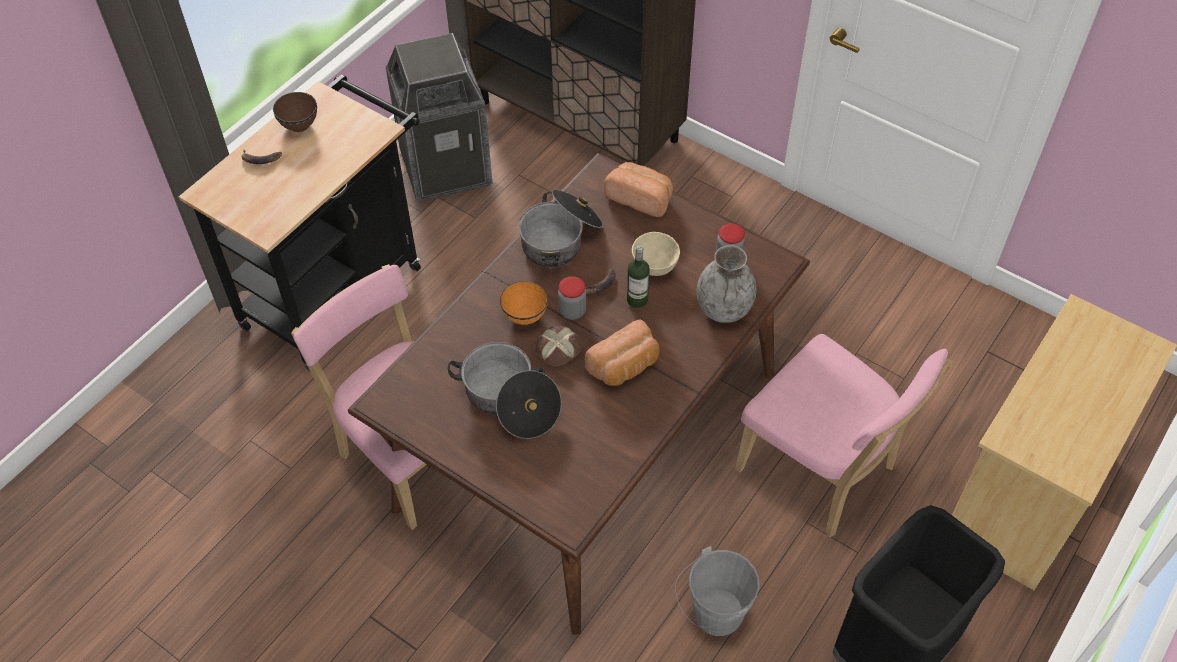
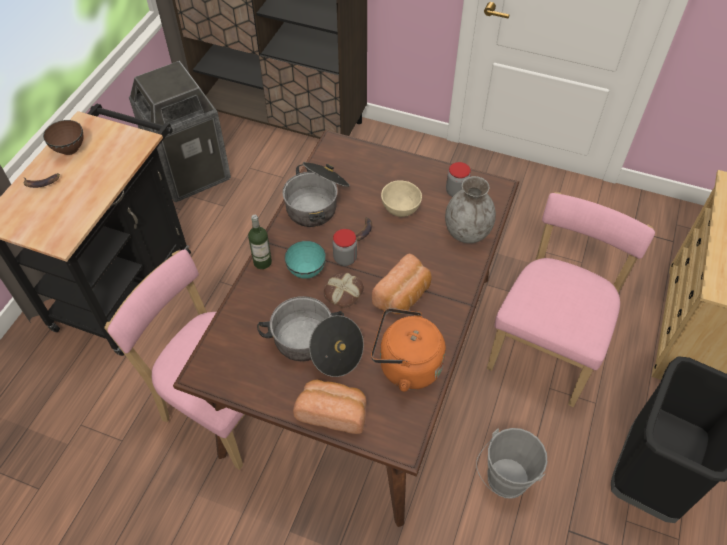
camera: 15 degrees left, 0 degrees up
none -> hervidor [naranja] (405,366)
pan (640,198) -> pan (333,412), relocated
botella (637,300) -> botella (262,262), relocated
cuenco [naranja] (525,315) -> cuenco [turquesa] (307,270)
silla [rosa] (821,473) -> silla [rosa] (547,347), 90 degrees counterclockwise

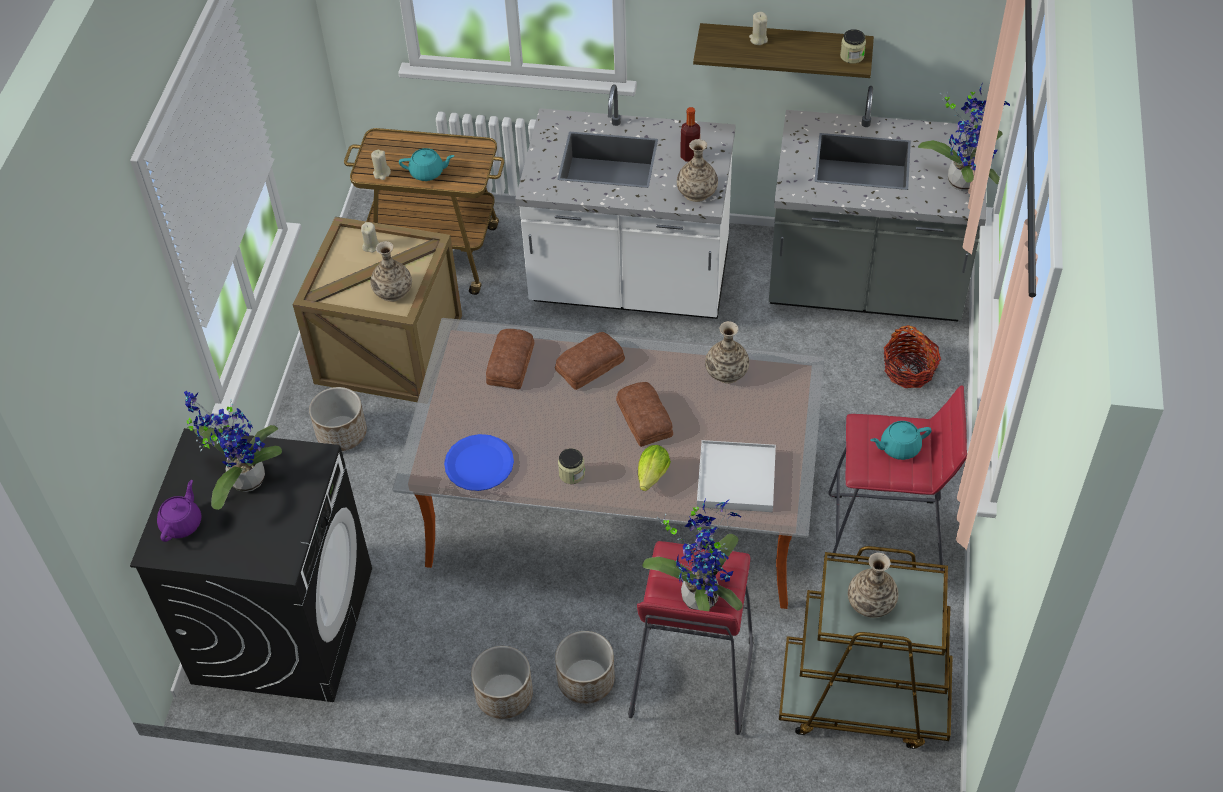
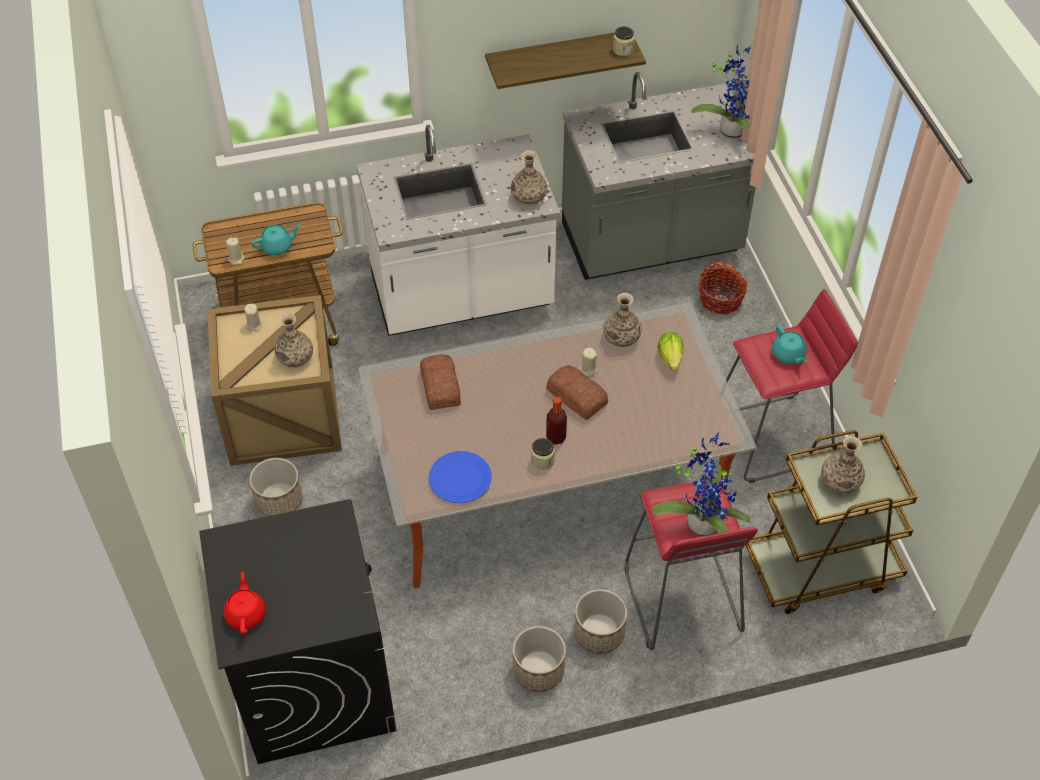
camera: 25 degrees left, 0 degrees up
planta en maceta (243,478) -> none
pan (588,365) -> none
bandeja [blanco] (736,479) -> none
lechuga (651,478) -> lechuga (670,361), relocated
botella (690,156) -> botella (556,437), relocated
vela [beis] (758,39) -> vela [beis] (588,370), relocated
tetera [morado] (182,523) -> tetera [rojo] (246,614)
tetera [turquesa] (899,447) -> tetera [turquesa] (788,355), 75 degrees counterclockwise

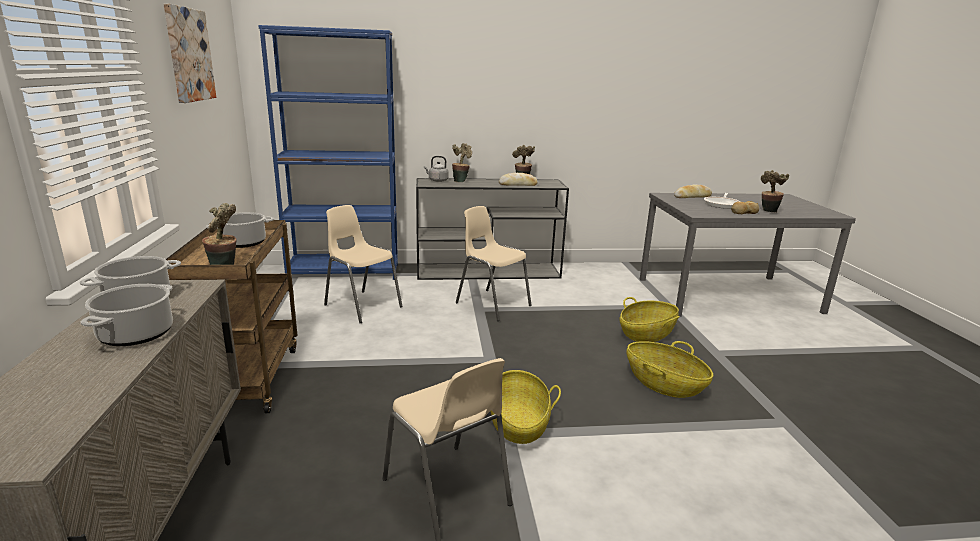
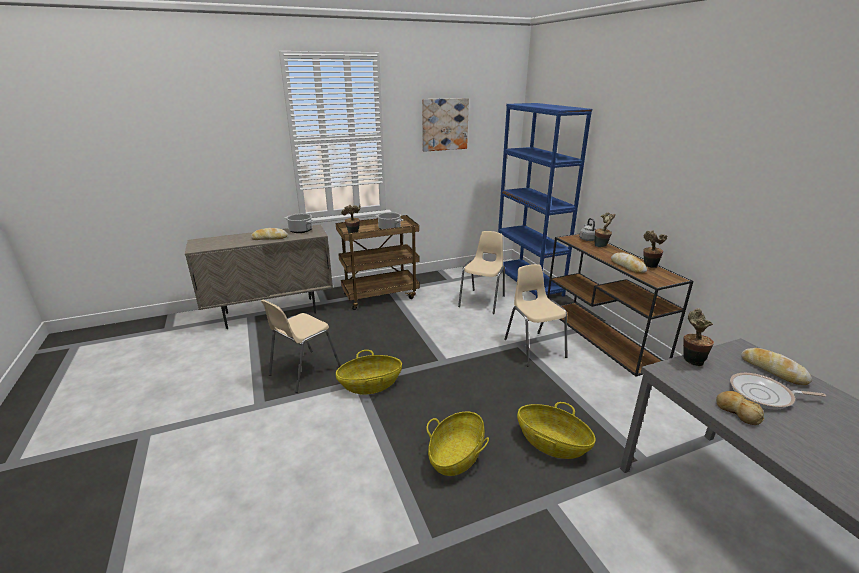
camera: 75 degrees right, 5 degrees up
planta en maceta (768,211) -> planta en maceta (690,360), relocated
olla (136,334) -> pan (269,238)
mesa consola [gris] (489,271) -> mesa consola [marrón] (602,335)
silla [beis] (492,304) -> silla [beis] (534,348), 45 degrees counterclockwise

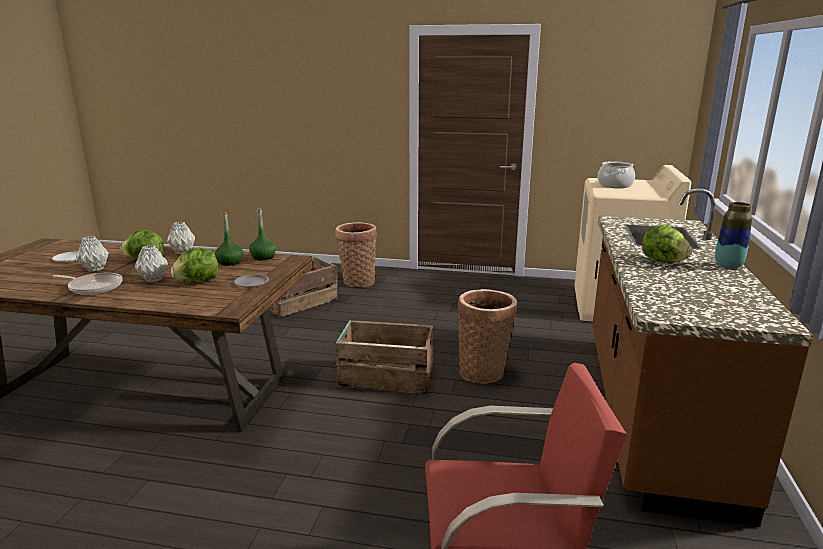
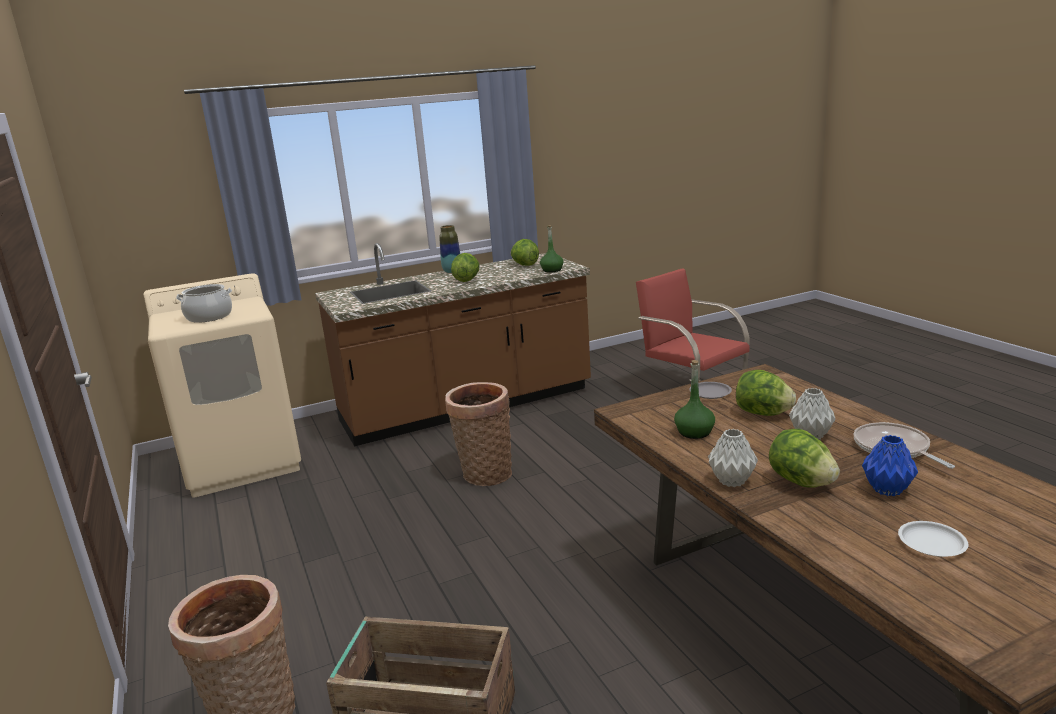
camera: 125 degrees left, 0 degrees up
caja de embalaje (385,377) -> none
none -> lechuga (525,265)
botella [verde] (263,257) -> botella [verde] (552,270), relocated
florero [gris] (94,269) -> florero [azul] (888,490)

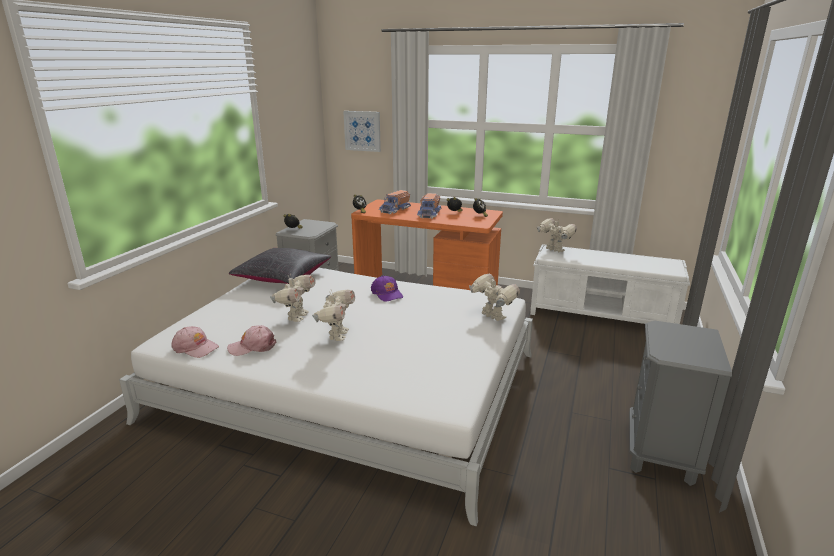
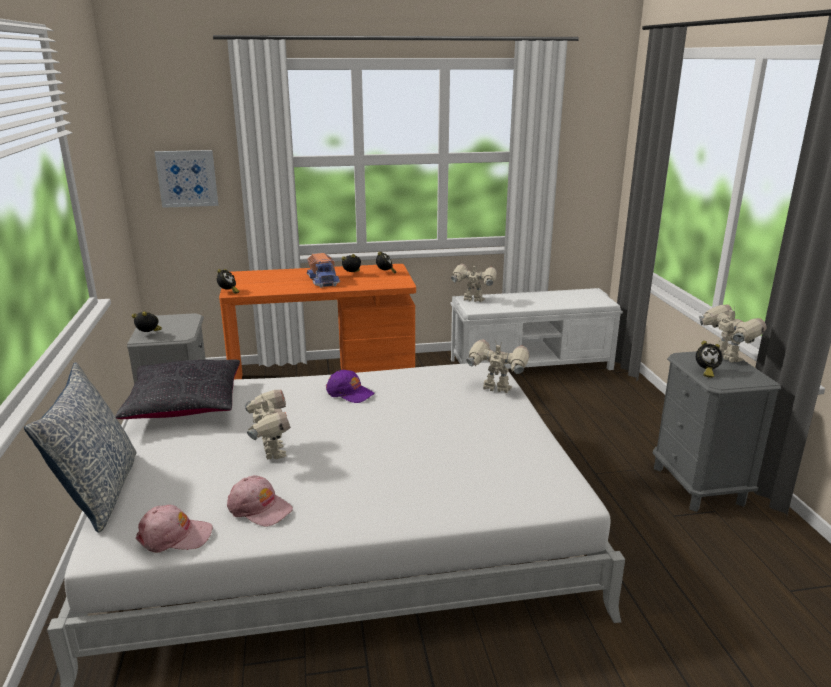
camera: 30 degrees left, 0 degrees up
camión de juguete (395,210) -> none
none -> cojín (99,492)
none -> despertador (705,372)
robot de juguete (337,335) -> robot de juguete (724,358), relocated
gorra [rosa] (252,346) -> gorra [rosa] (259,508), 105 degrees counterclockwise

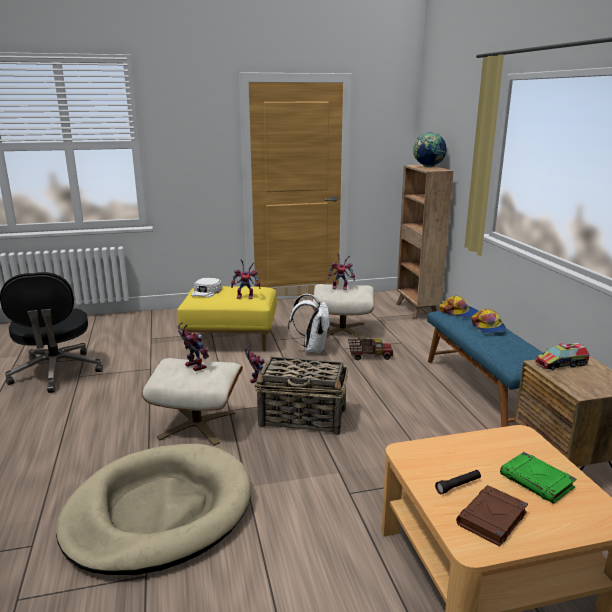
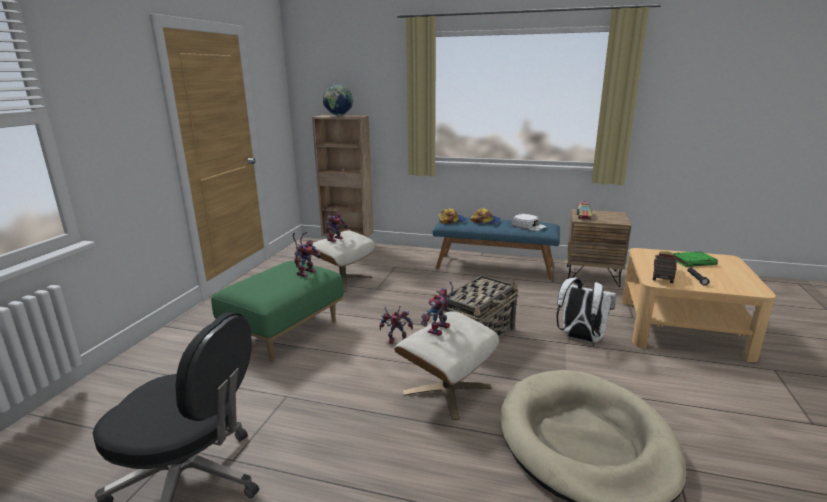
camera: 60 degrees left, 0 degrees up
libro [marrón] (491,519) -> none
gorra [blanco] (206,291) -> gorra [blanco] (529,226), relocated
mochila [blanco] (312,349) -> mochila [blanco] (580,338), relocated
camión de juguete (369,356) -> camión de juguete (662,275), relocated
puf [amarillo] (231,340) -> puf [verde] (284,332)
robot de juguete (193,366) -> robot de juguete (439,331), 45 degrees counterclockwise

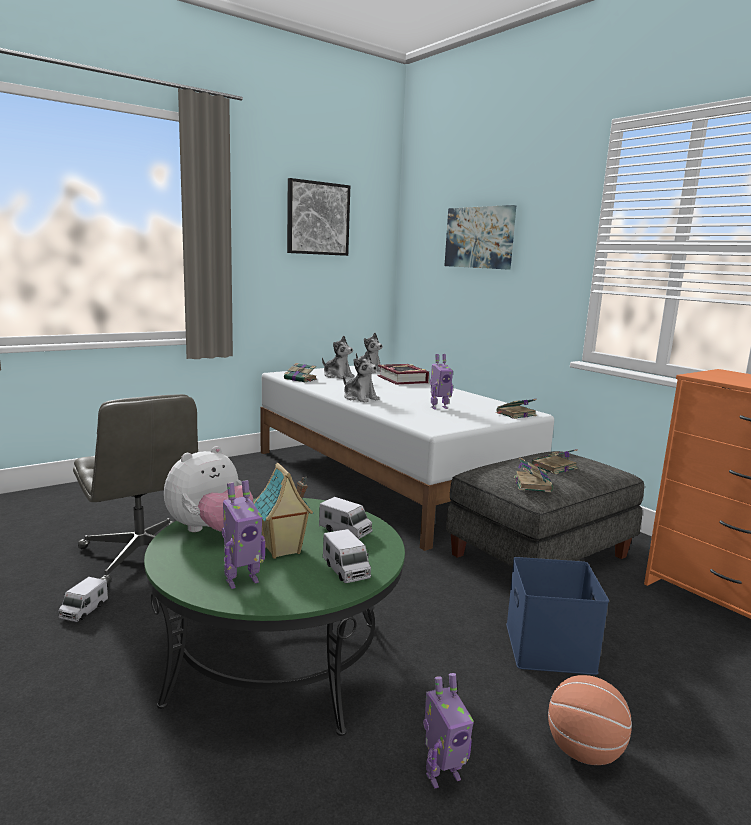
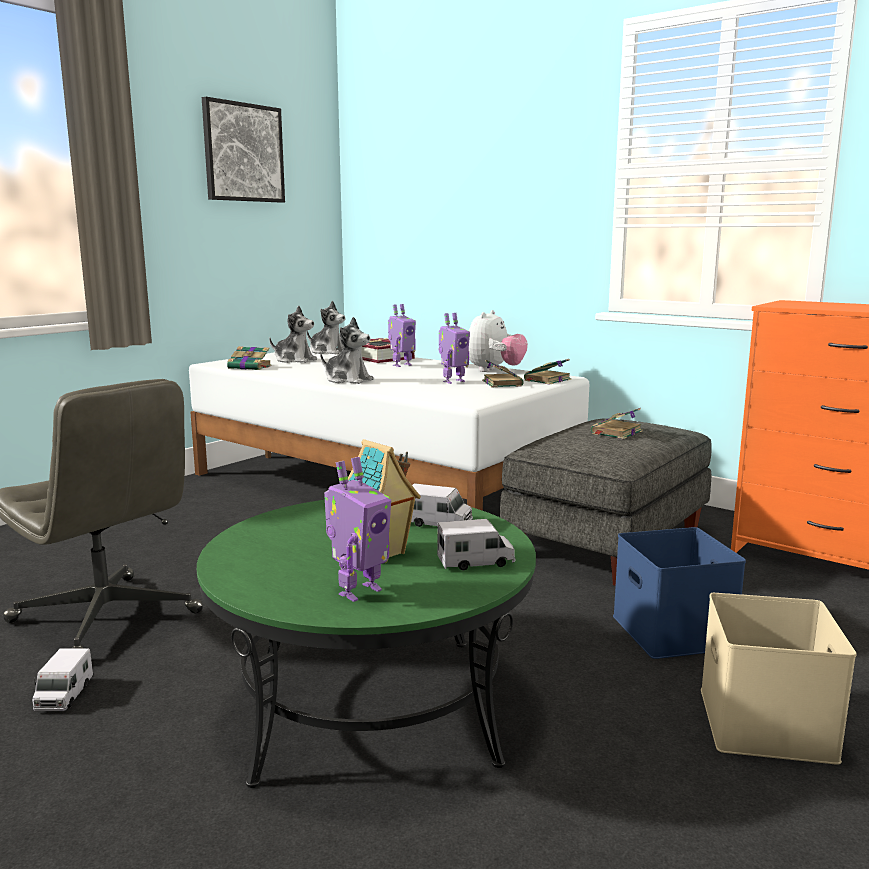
camera: 15 degrees left, 0 degrees up
cuadro (480,237) -> none
peluche (210,530) -> peluche (494,371), relocated
robot de juguete (442,775) -> robot de juguete (401,365), relocated
libro (532,484) -> libro (502,383), relocated
balón de baloncesto (584,751) -> caja de almacenaje [beis] (769,725)
camión de juguete (346,570) -> camión de juguete (476,562), 60 degrees counterclockwise

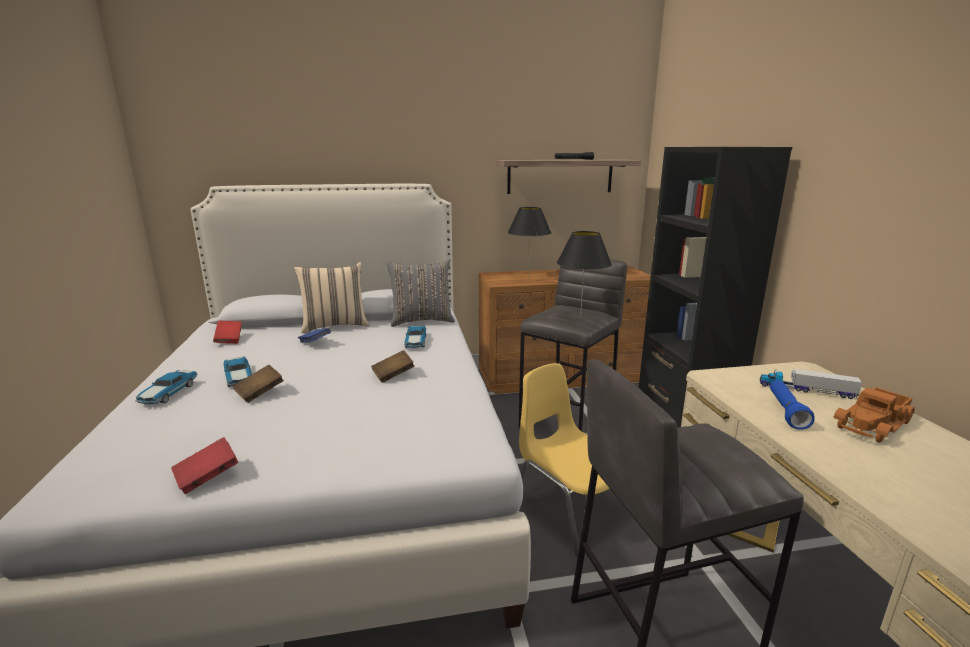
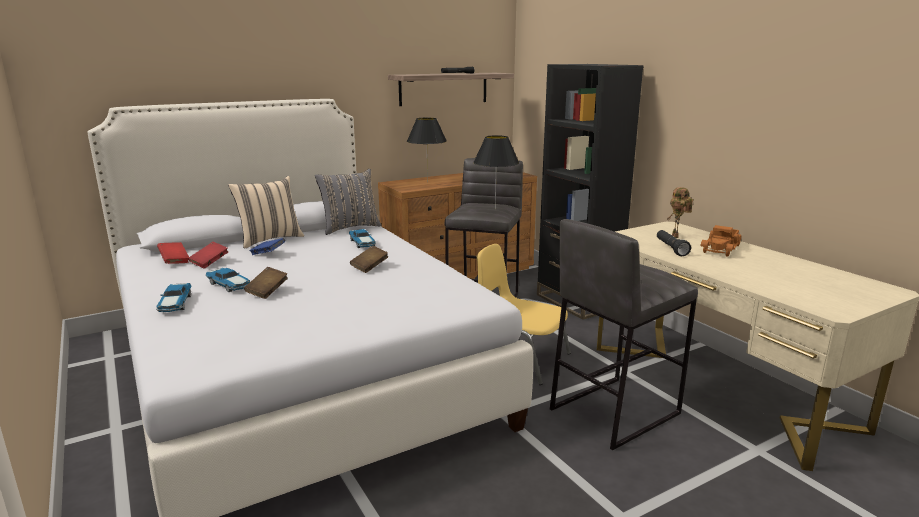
camera: 20 degrees left, 0 degrees up
libro [rojo] (207,477) -> libro [rojo] (209,263), relocated
camión de juguete (806,390) -> robot de juguete (676,236)
linterna [azul] (786,412) -> linterna [negro] (671,249)

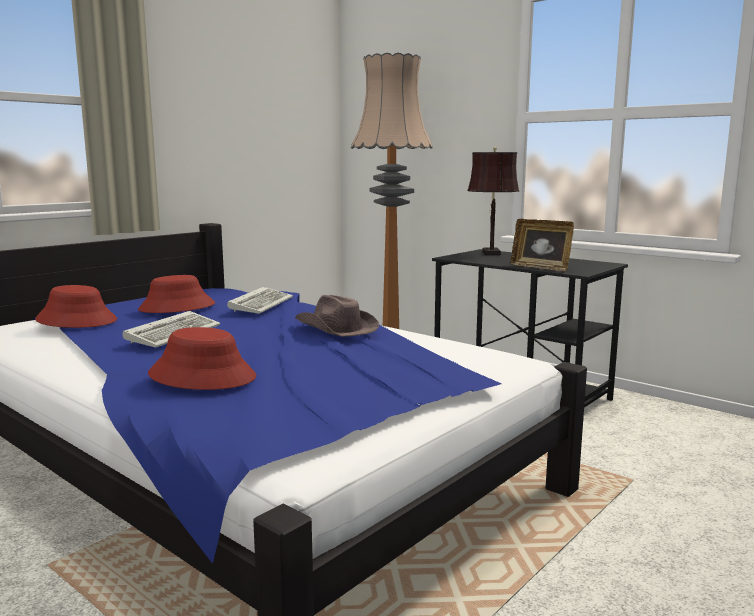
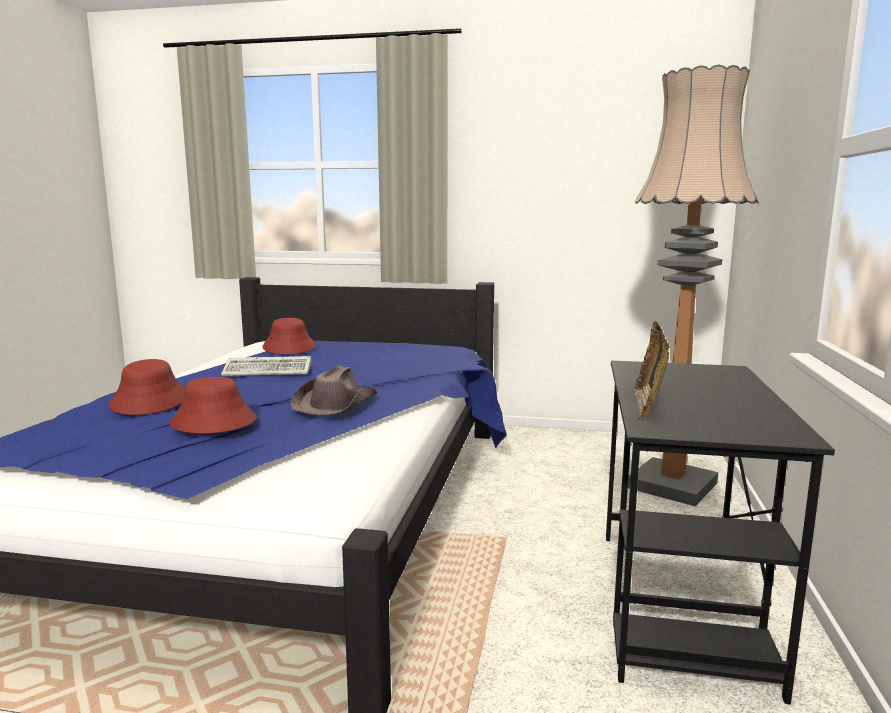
camera: 60 degrees right, 0 degrees up
teclado (261,304) -> none
lámpara de mesa [marrón] (491,252) -> none
sombrero [rojo] (177,307) -> sombrero [rojo] (213,422), relocated

